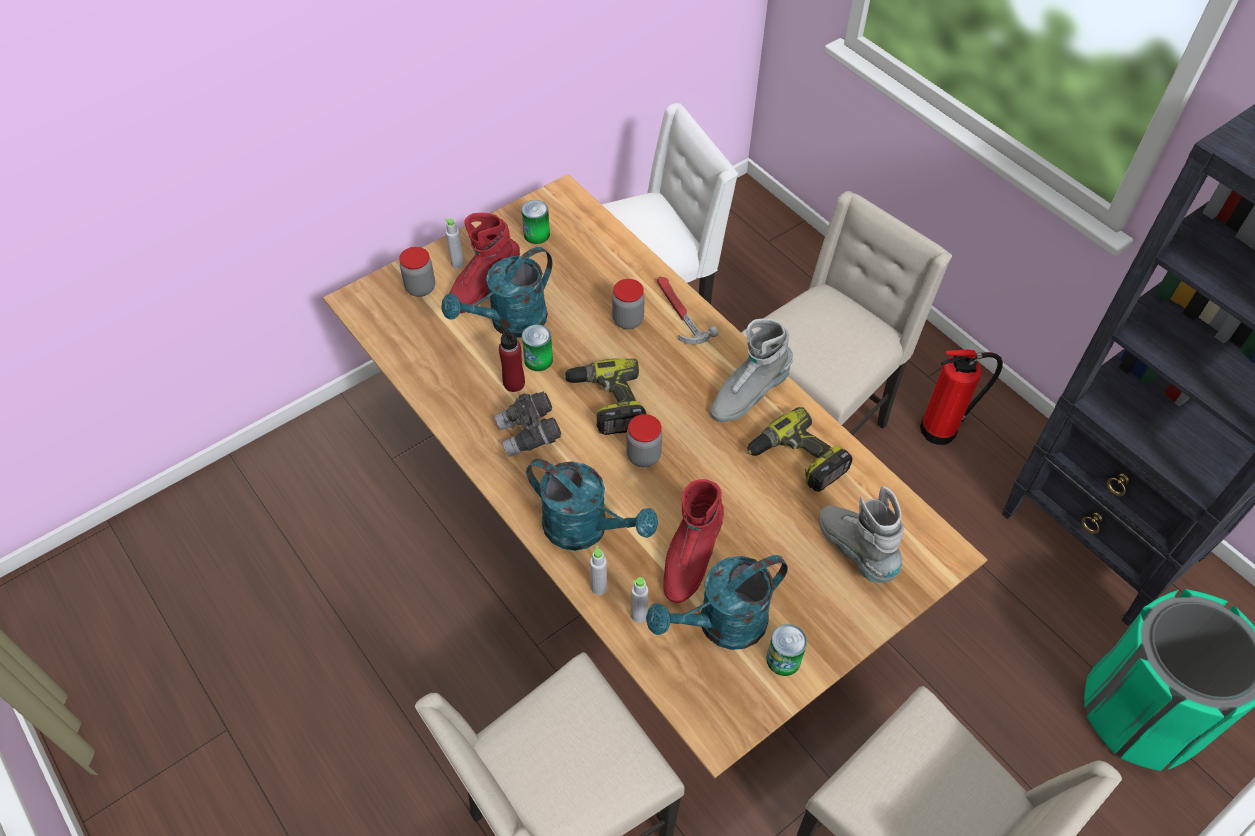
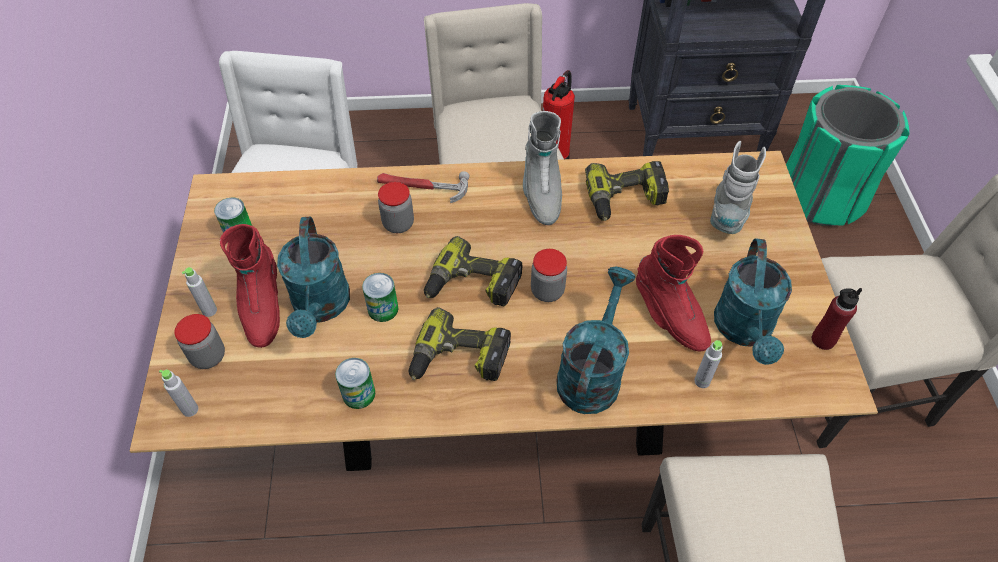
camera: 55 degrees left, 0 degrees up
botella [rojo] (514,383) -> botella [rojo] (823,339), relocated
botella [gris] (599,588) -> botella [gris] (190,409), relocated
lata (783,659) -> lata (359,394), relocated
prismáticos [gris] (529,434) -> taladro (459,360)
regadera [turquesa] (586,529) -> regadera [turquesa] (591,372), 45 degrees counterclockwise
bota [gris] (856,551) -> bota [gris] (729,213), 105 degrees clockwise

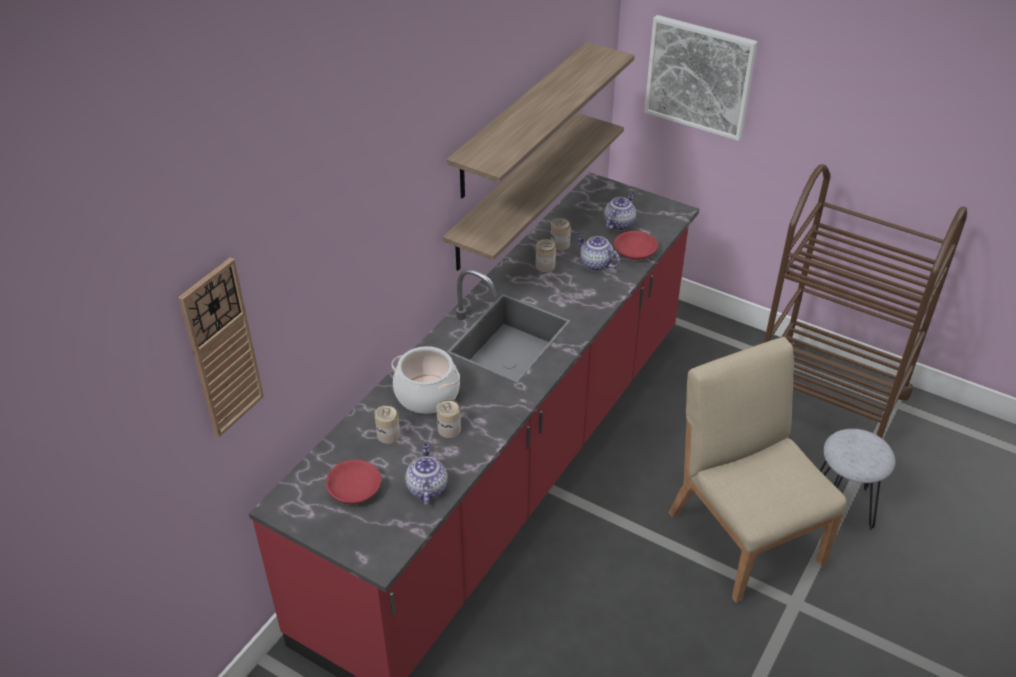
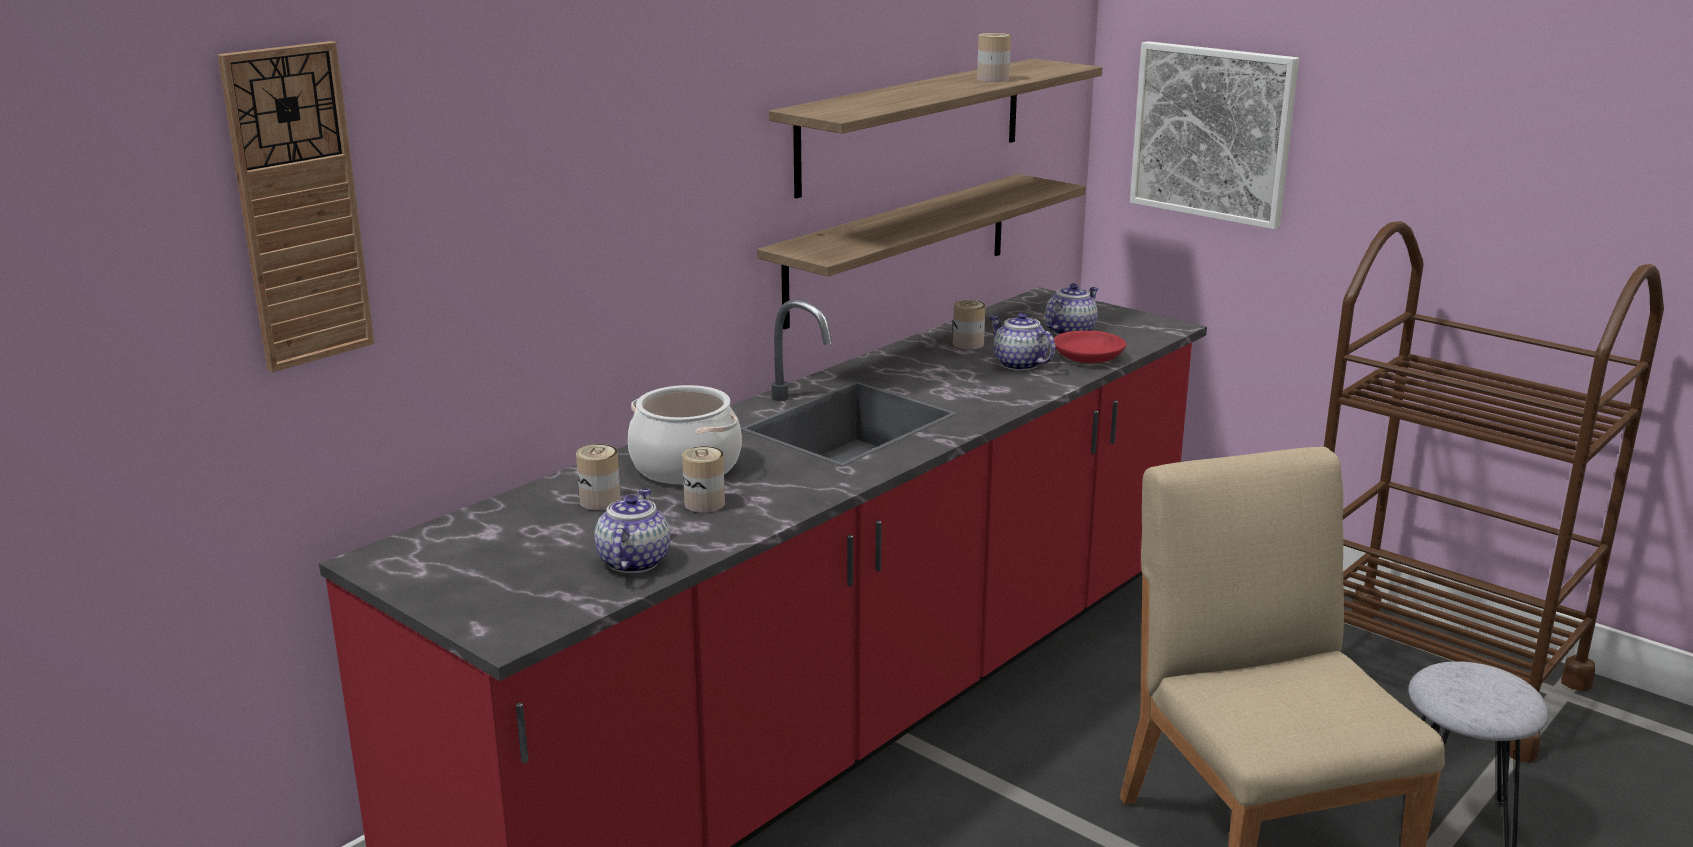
camera: 10 degrees right, 20 degrees down
cuenco [rojo] (354,488) -> none
lata (545,266) -> lata (993,79), relocated

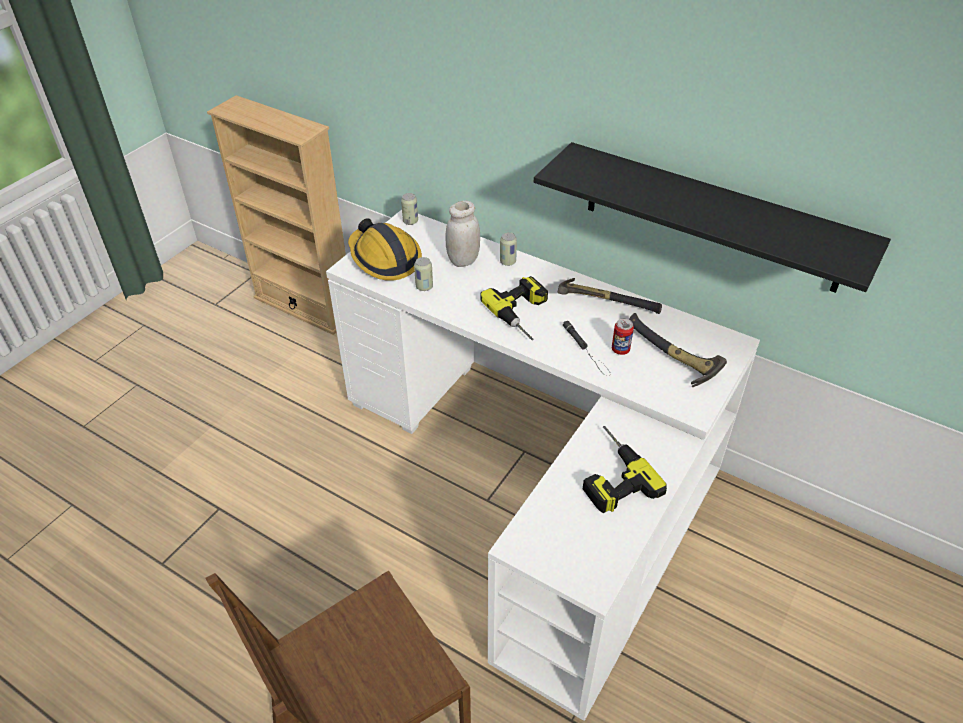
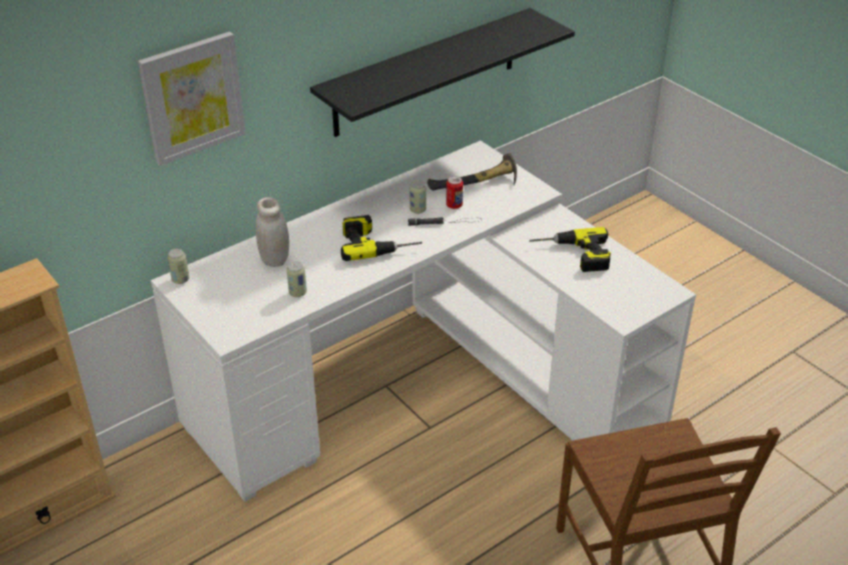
camera: 70 degrees left, 5 degrees down
casco (384,258) -> none
martillo (605,302) -> none
none -> cuadro (192,97)
lata (508,262) -> lata (418,210), relocated

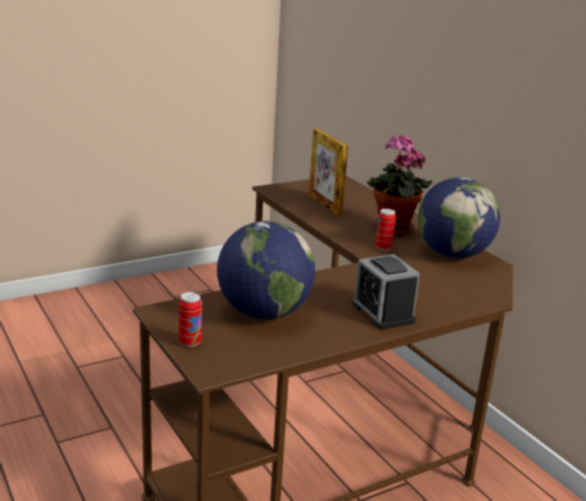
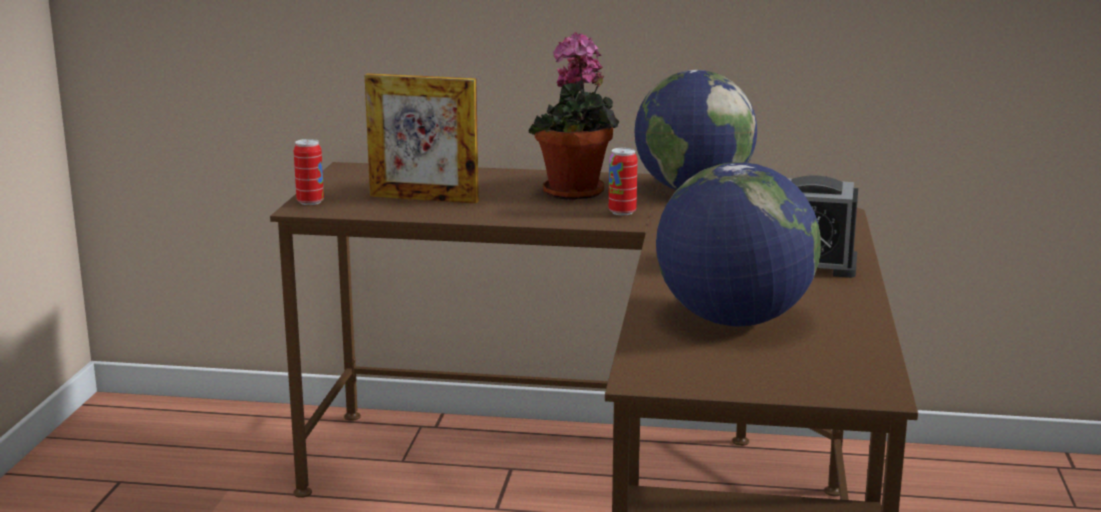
camera: 50 degrees left, 5 degrees down
lata (190,342) -> lata (310,202), relocated

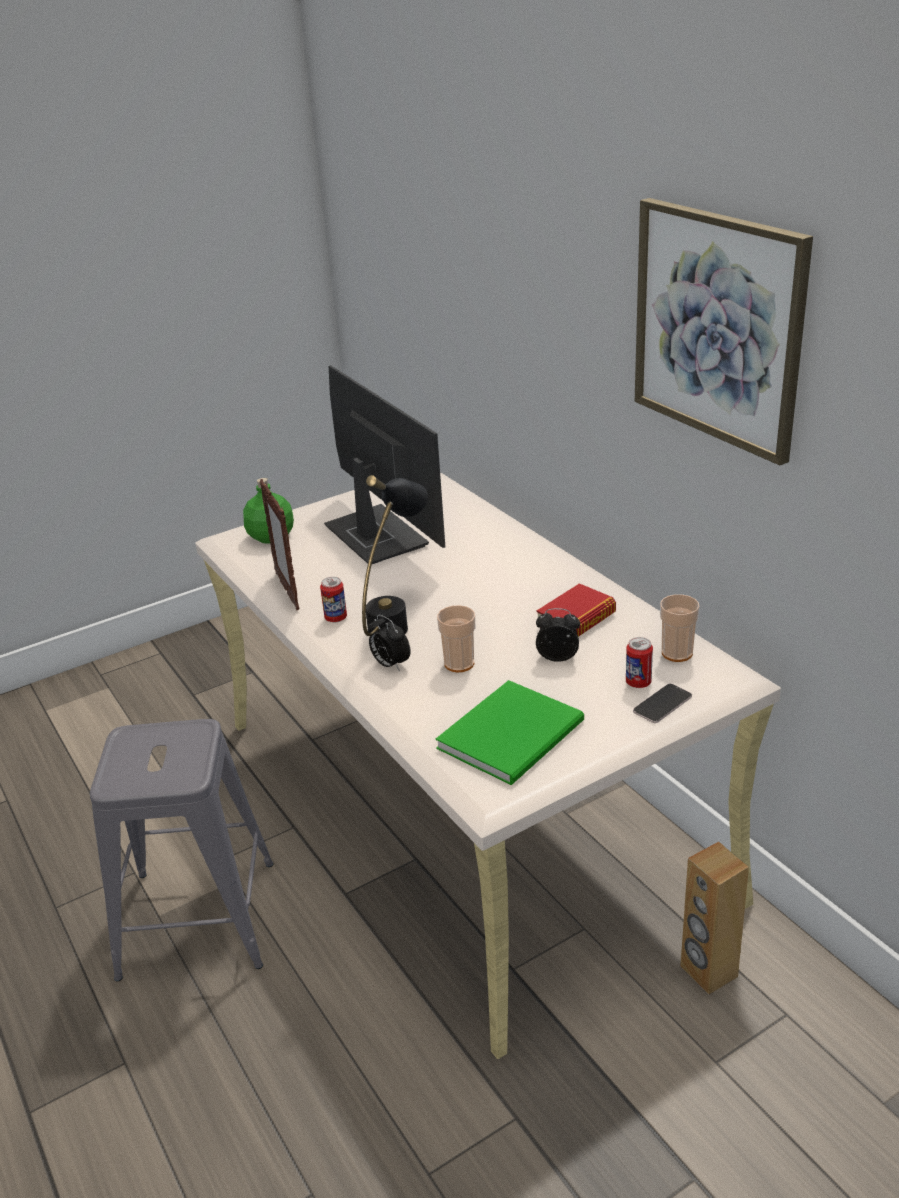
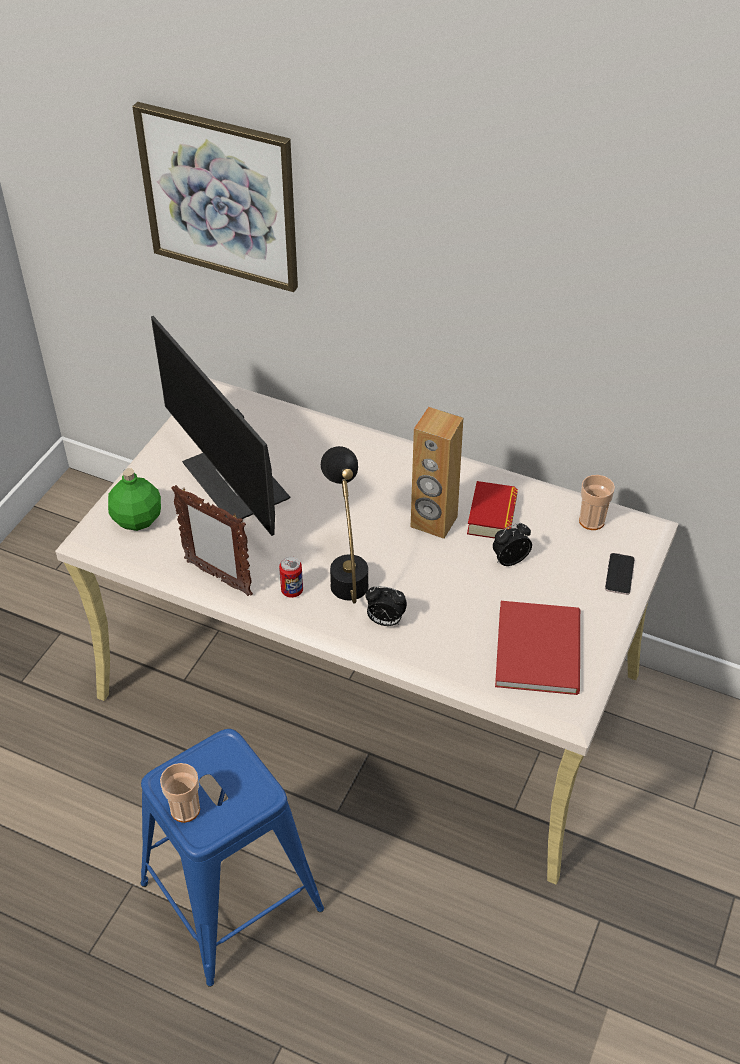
camera: 35 degrees left, 15 degrees up
lata (638,683) -> none
taza (459,663) -> taza (185,809), relocated
cuadro (718,327) -> cuadro (220,197), relocated
altavoz [marrón] (708,972) -> altavoz [marrón] (433,522), relocated
taburete [gris] (198,919) -> taburete [azul] (232,896)
libro [verde] (515,734) -> libro [rojo] (541,647)
monitor (374,535) -> monitor (237,483), 150 degrees counterclockwise

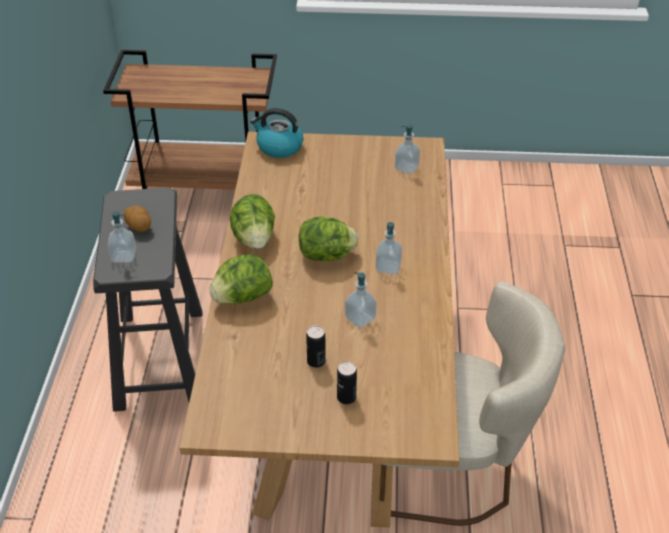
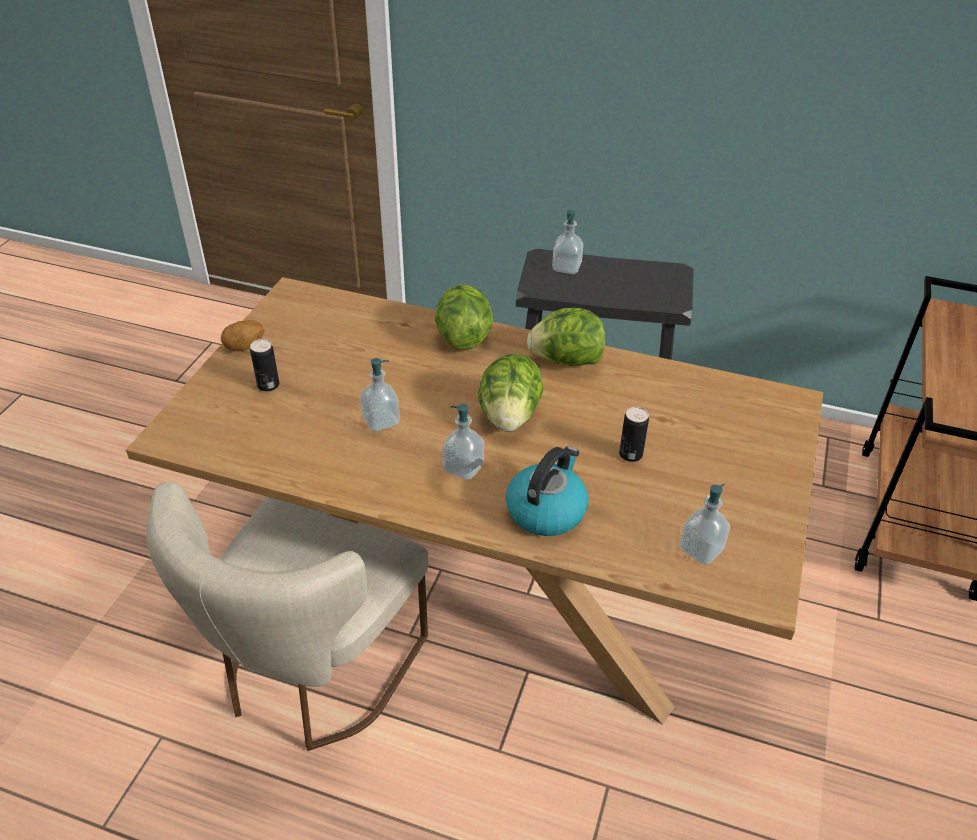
camera: 105 degrees right, 0 degrees up
patata (139,227) -> patata (245,347), relocated
hervidor (279,147) -> hervidor (546,510), relocated
lata (316,361) -> lata (630,454), relocated

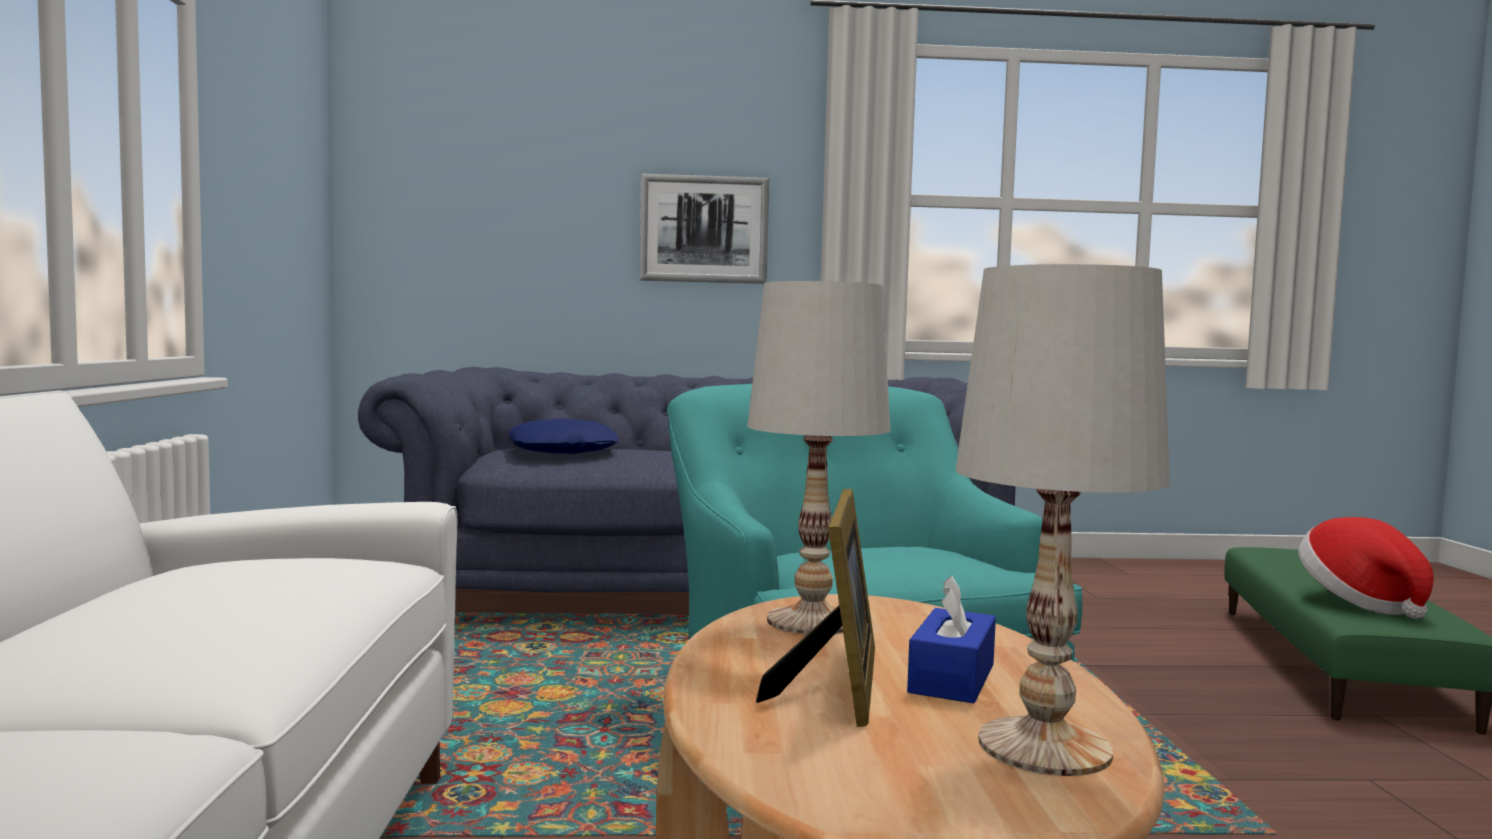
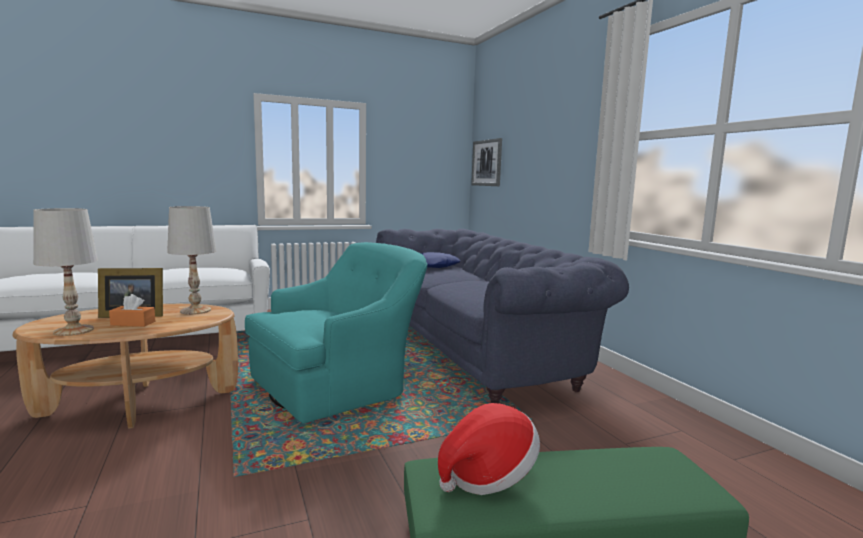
camera: 70 degrees right, 5 degrees up
cuadro (704,229) -> cuadro (487,163), relocated
caja de pañuelos [azul] (952,678) -> caja de pañuelos [naranja] (133,323)

